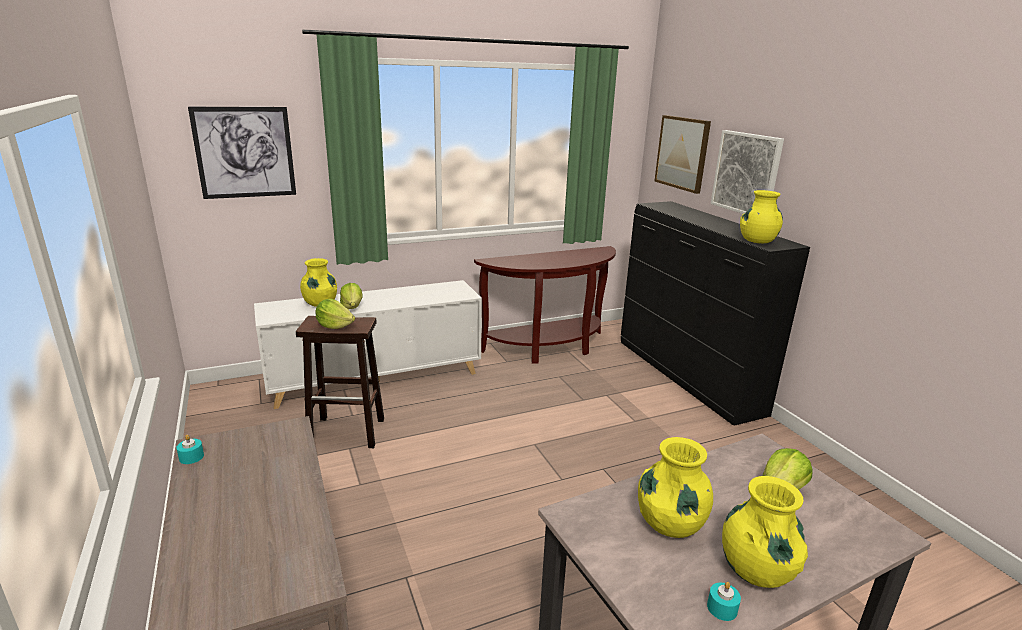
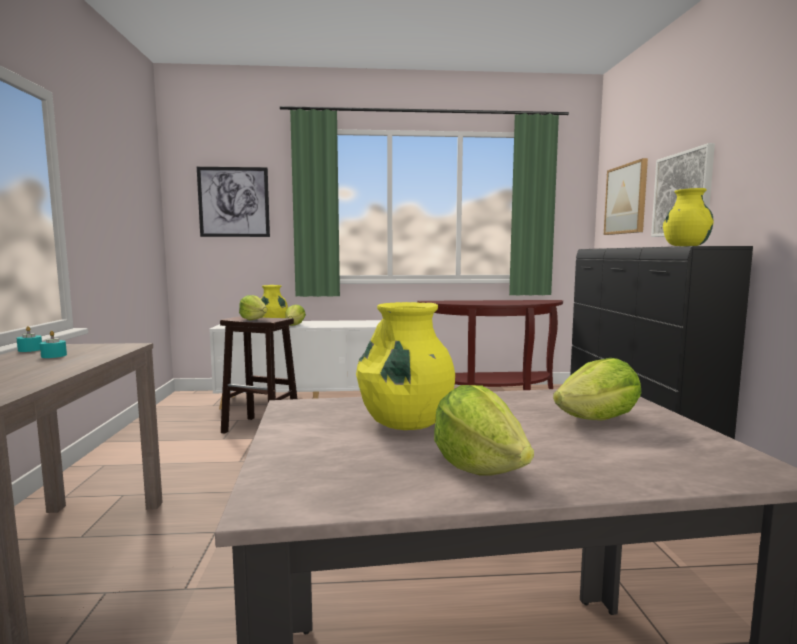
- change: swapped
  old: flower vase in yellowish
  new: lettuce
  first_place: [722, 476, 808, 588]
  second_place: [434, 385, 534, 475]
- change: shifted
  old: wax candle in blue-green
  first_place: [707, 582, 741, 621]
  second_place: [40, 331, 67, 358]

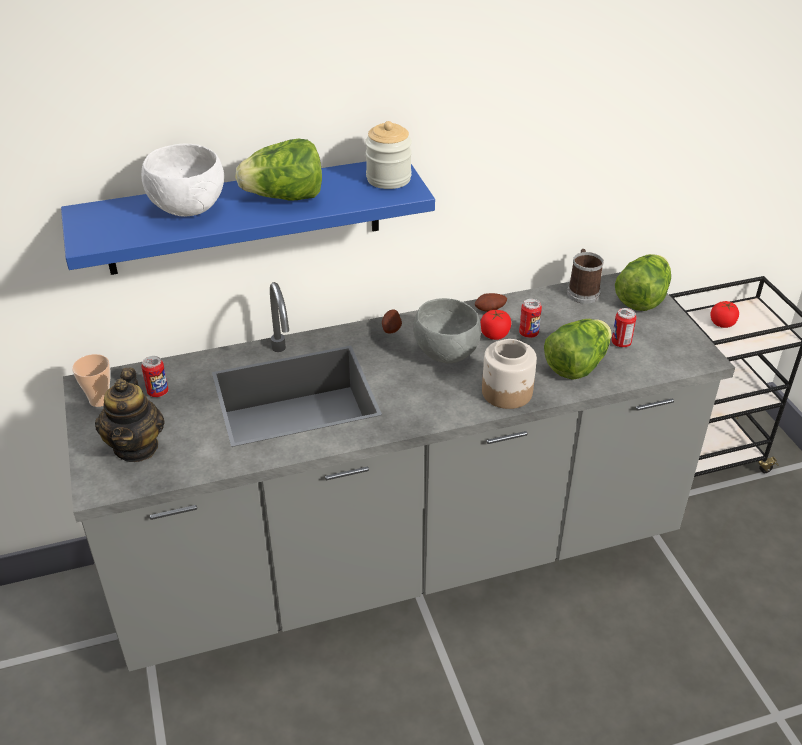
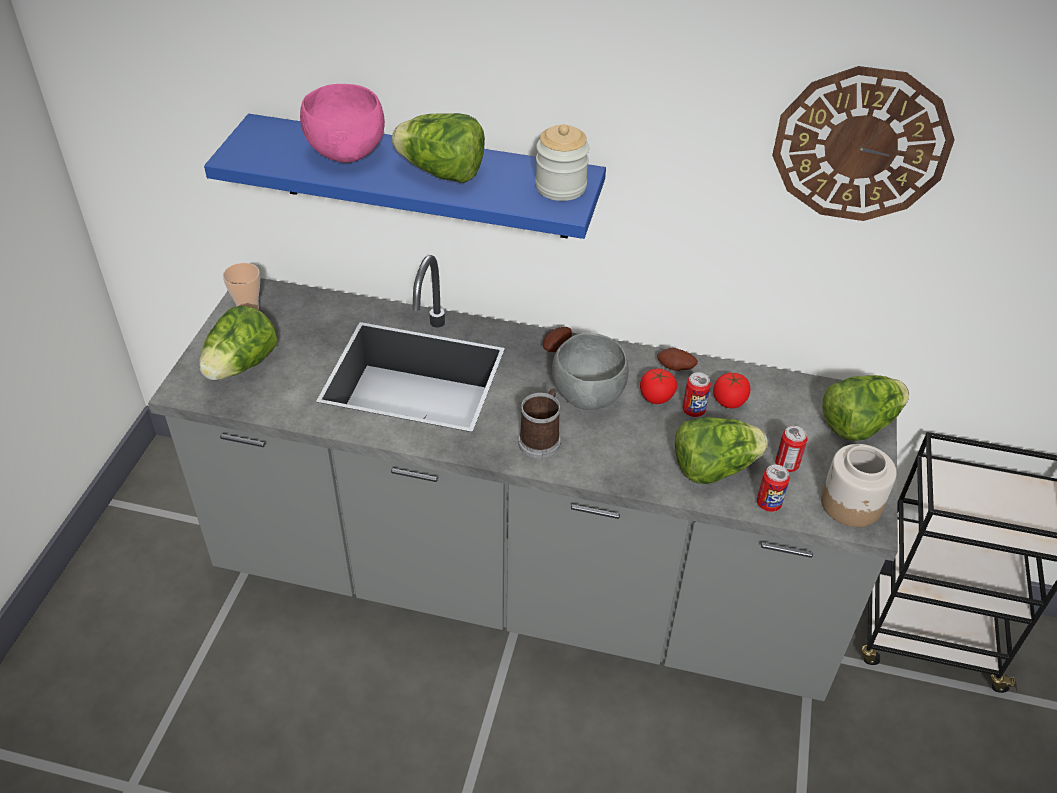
- change: repainted
  old: bowl in white-coloured
  new: bowl in pinkish
  first_place: [141, 144, 224, 217]
  second_place: [300, 84, 385, 163]
- change: shifted
  old: tea mug
  first_place: [567, 249, 604, 304]
  second_place: [518, 389, 561, 458]
- change: shifted
  old: tomato
  first_place: [711, 301, 739, 328]
  second_place: [713, 373, 750, 408]
- change: shifted
  old: preserve jar
  first_place: [482, 339, 537, 409]
  second_place: [821, 444, 897, 527]
- change: shifted
  old: sealed can
  first_place: [141, 356, 169, 397]
  second_place: [757, 465, 790, 512]
- change: swapped
  old: teapot
  new: lettuce
  first_place: [95, 368, 165, 462]
  second_place: [199, 306, 277, 380]
- change: new
  new: clock on the wall
  second_place: [772, 66, 954, 221]

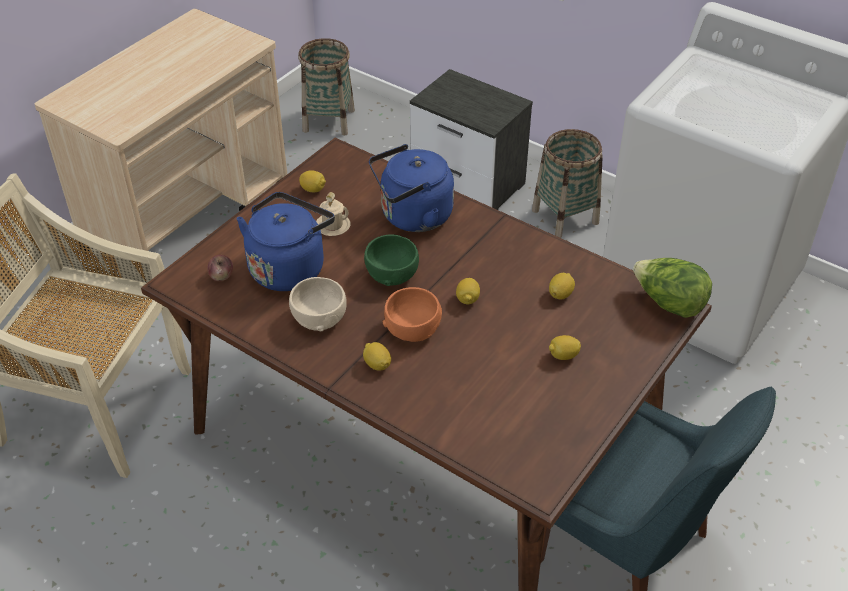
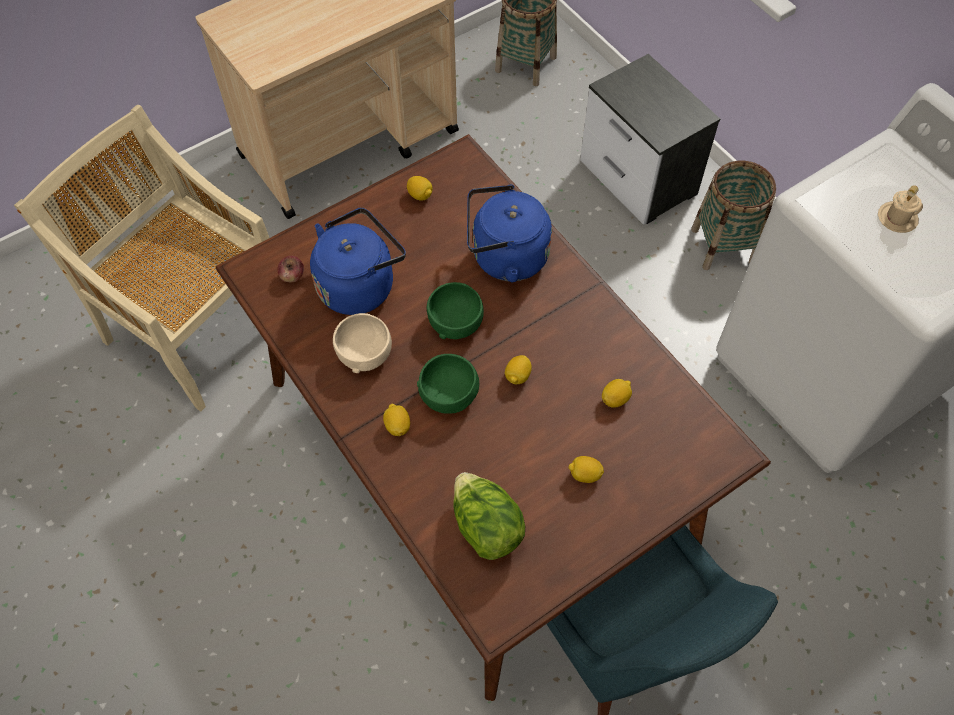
- change: shifted
  old: tea mug in beige-coloured
  first_place: [316, 192, 350, 236]
  second_place: [878, 185, 923, 233]
- change: shifted
  old: lettuce
  first_place: [633, 258, 712, 318]
  second_place: [453, 472, 525, 560]
- change: repainted
  old: bowl in orange
  new: bowl in green
  first_place: [383, 287, 442, 342]
  second_place: [417, 354, 479, 414]

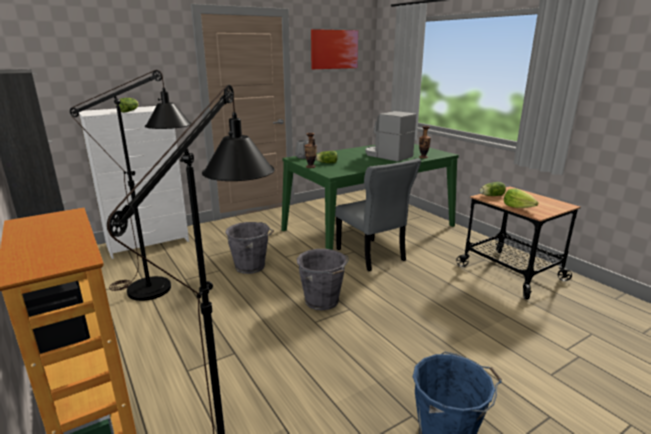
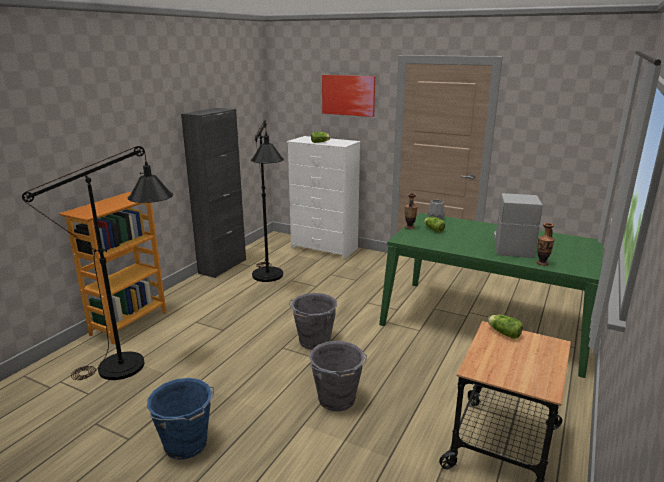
- change: shifted
  old: picture
  first_place: [311, 29, 358, 69]
  second_place: [322, 75, 375, 117]
- change: gone
  old: plain chair in greyish
  first_place: [335, 158, 421, 271]
- change: gone
  old: lettuce
  first_place: [504, 189, 539, 208]
- change: shifted
  old: pail in greyish
  first_place: [225, 222, 274, 274]
  second_place: [309, 341, 367, 411]

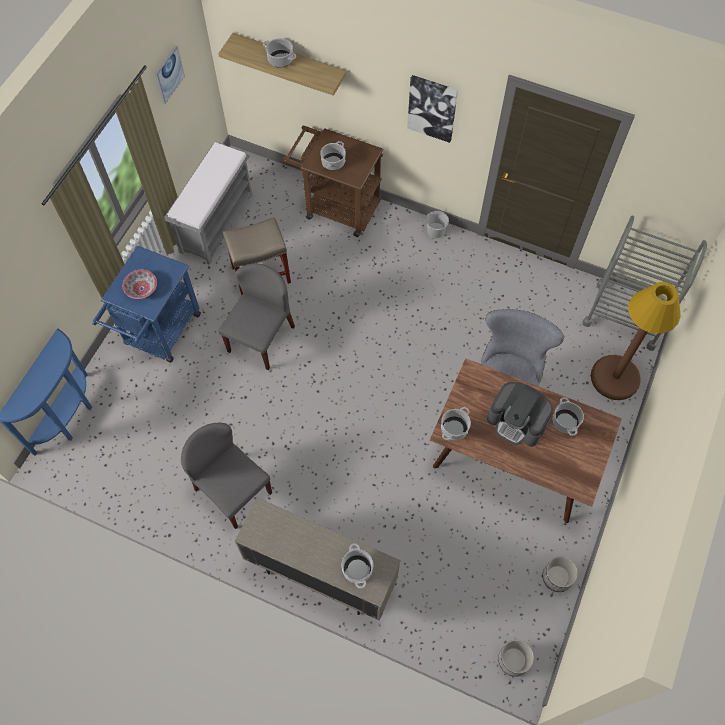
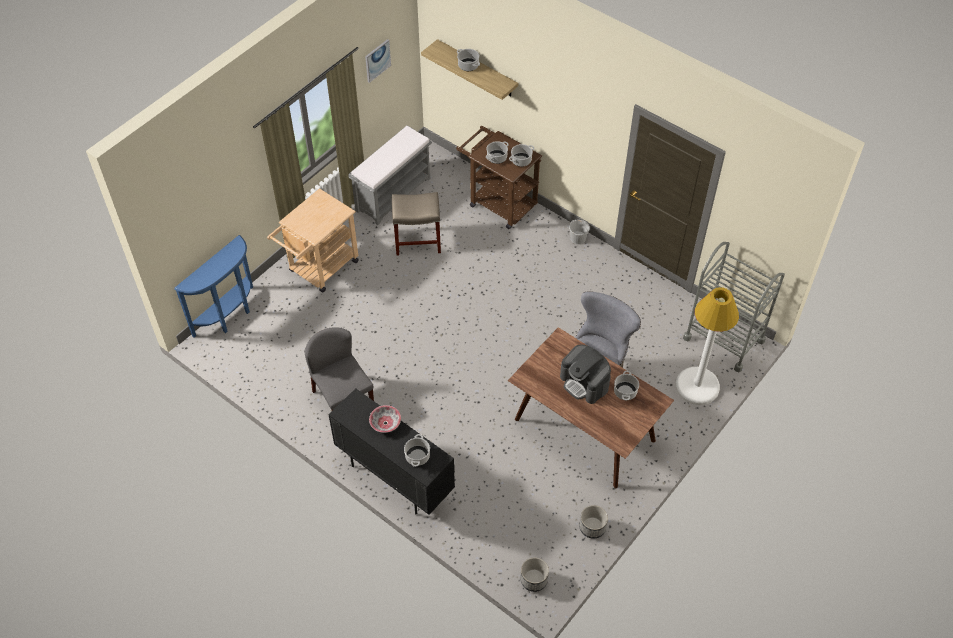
- change: gone
  old: picture
  first_place: [407, 75, 458, 143]
- change: repainted
  old: trolley in bluish
  new: trolley in beige-coloured
  first_place: [92, 246, 201, 363]
  second_place: [267, 188, 359, 293]
- change: gone
  old: plain chair in greyish
  first_place: [218, 264, 295, 370]
- change: shifted
  old: bowl
  first_place: [123, 270, 157, 299]
  second_place: [369, 405, 401, 433]
- change: repainted
  old: standing lamp in brown-coloured
  new: standing lamp in white-coloured
  first_place: [591, 282, 680, 400]
  second_place: [675, 287, 739, 405]
- change: shifted
  old: cooking pot
  first_place: [441, 407, 471, 440]
  second_place: [509, 144, 534, 167]
- change: repainted
  old: cabinet in beige-coloured
  new: cabinet in blackish
  first_place: [235, 498, 401, 621]
  second_place: [328, 388, 455, 515]

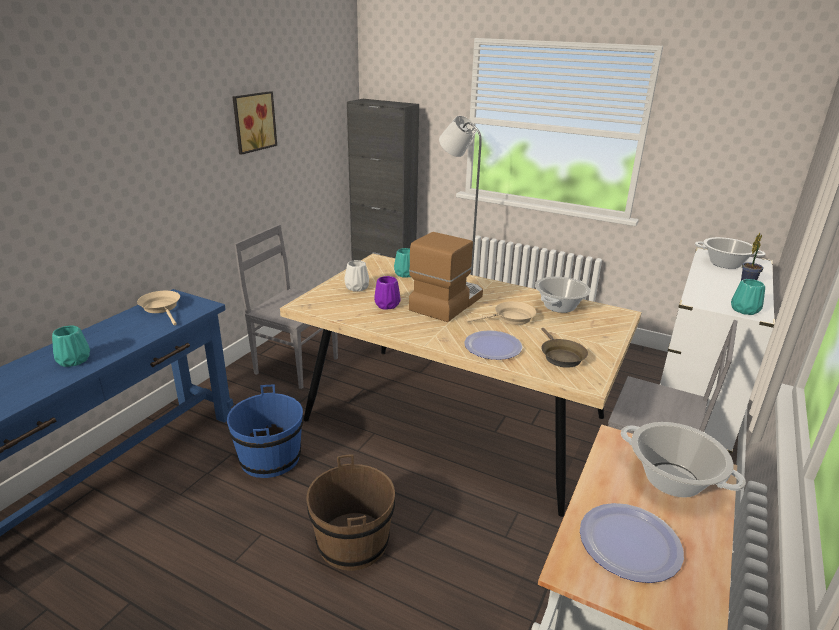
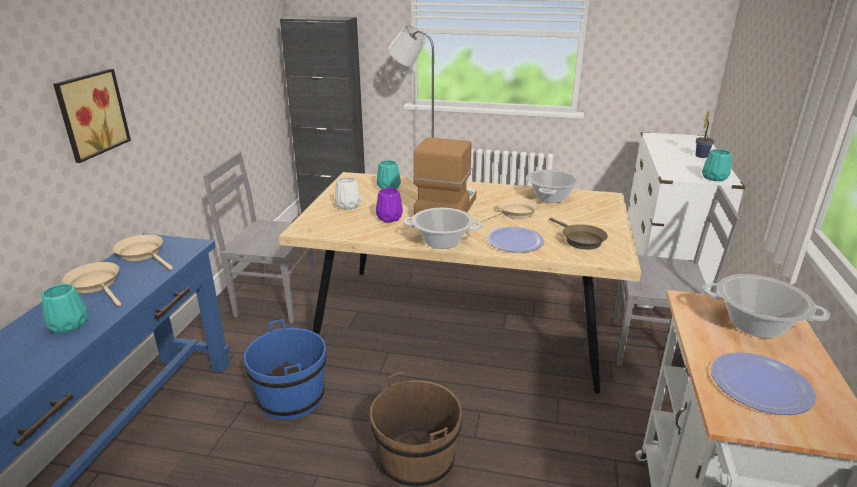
- change: shifted
  old: picture
  first_place: [233, 91, 277, 155]
  second_place: [53, 69, 131, 163]
- change: shifted
  old: cooking pot
  first_place: [695, 237, 765, 269]
  second_place: [403, 208, 482, 249]
- change: new
  new: skillet in beige-coloured
  second_place: [63, 262, 121, 306]

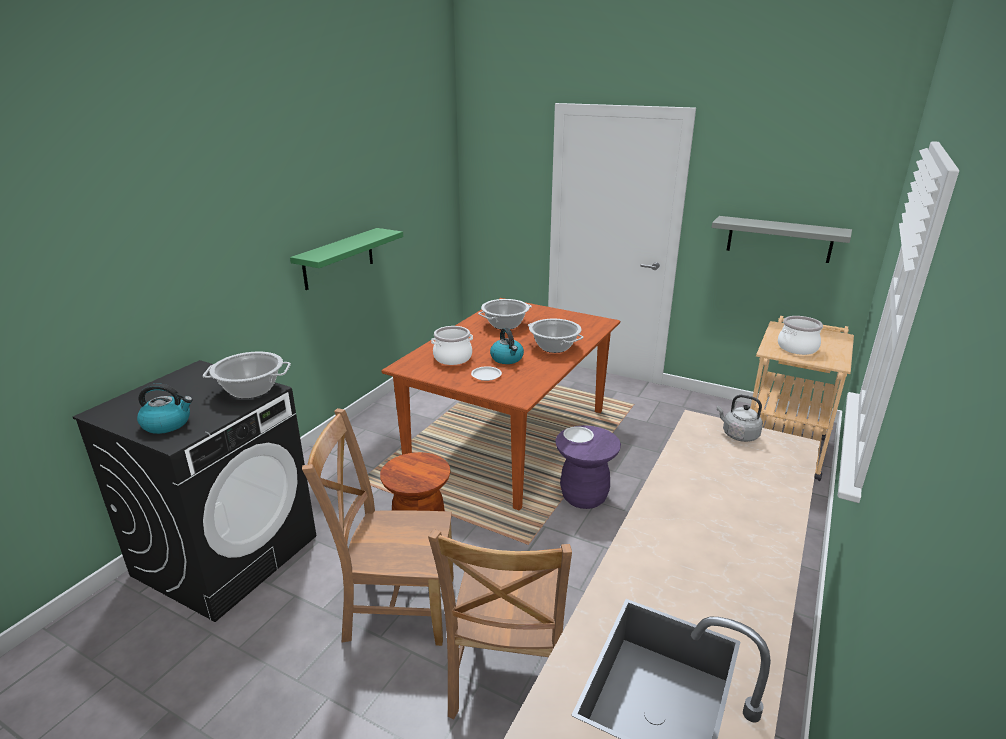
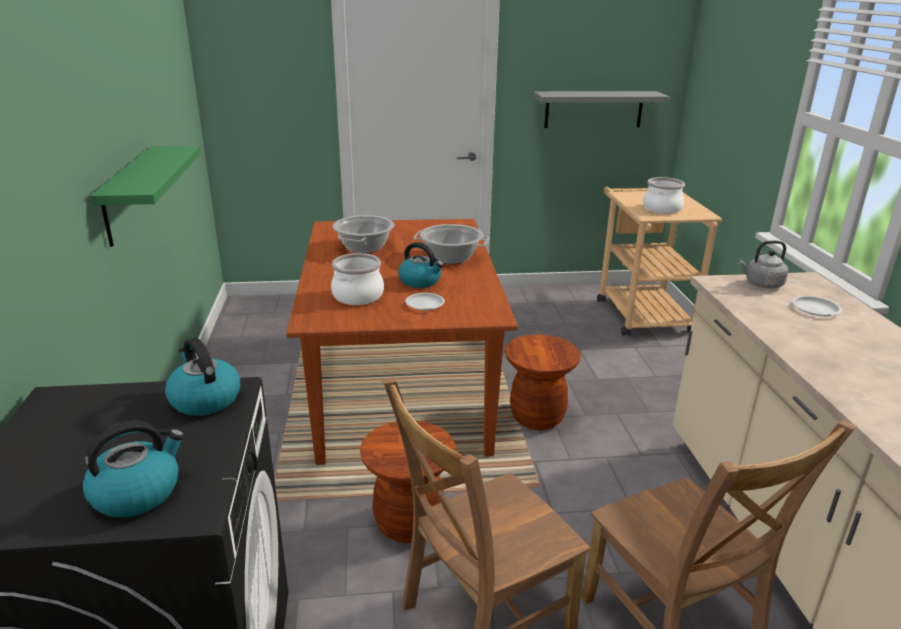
- change: swapped
  old: cooking pot
  new: water kettle
  first_place: [203, 352, 291, 399]
  second_place: [165, 337, 240, 416]
- change: repainted
  old: stool in purple-coloured
  new: stool in brown-coloured
  first_place: [555, 425, 621, 509]
  second_place: [505, 334, 581, 430]
- change: shifted
  old: flat dish in white-coloured
  first_place: [563, 426, 594, 443]
  second_place: [792, 296, 842, 316]

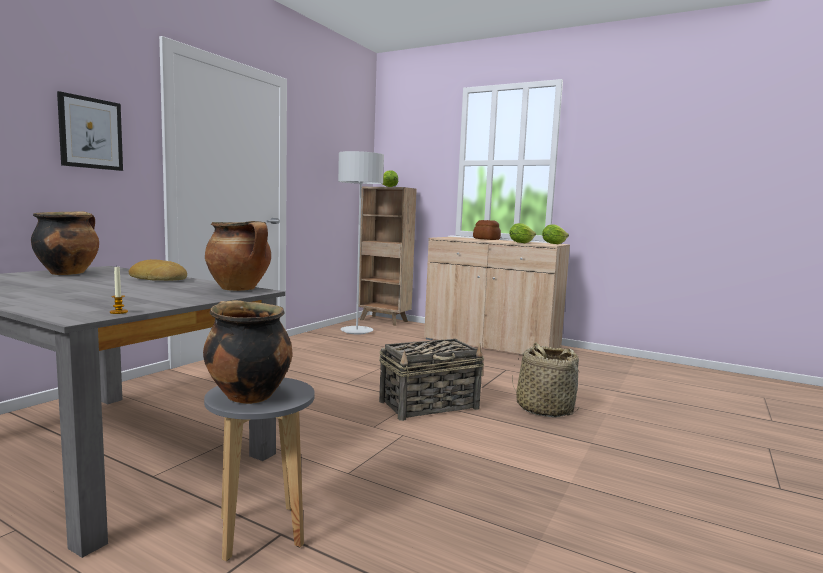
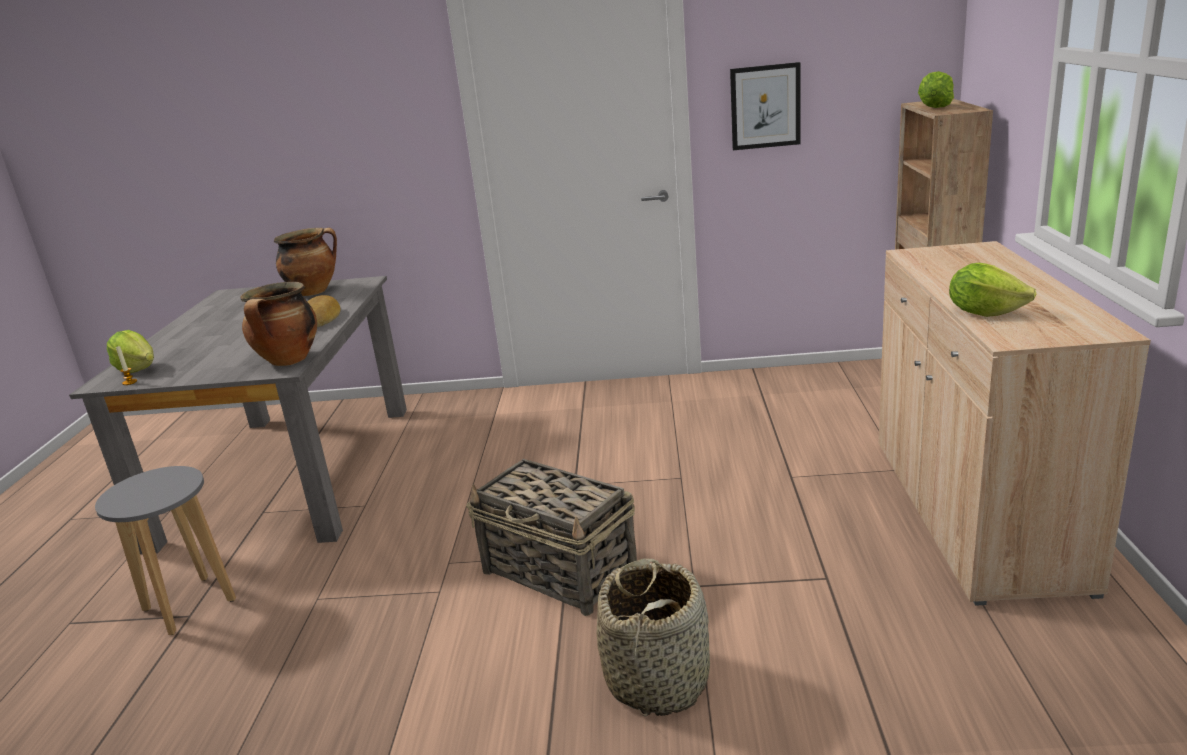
- change: shifted
  old: picture
  first_place: [57, 91, 123, 171]
  second_place: [730, 62, 801, 150]
- change: gone
  old: standing lamp in greyish
  first_place: [338, 151, 384, 334]
- change: gone
  old: bakery bread
  first_place: [473, 220, 501, 240]
- change: shifted
  old: lettuce
  first_place: [542, 224, 569, 244]
  second_place: [107, 330, 154, 373]
- change: gone
  old: cooking pot
  first_place: [203, 300, 293, 404]

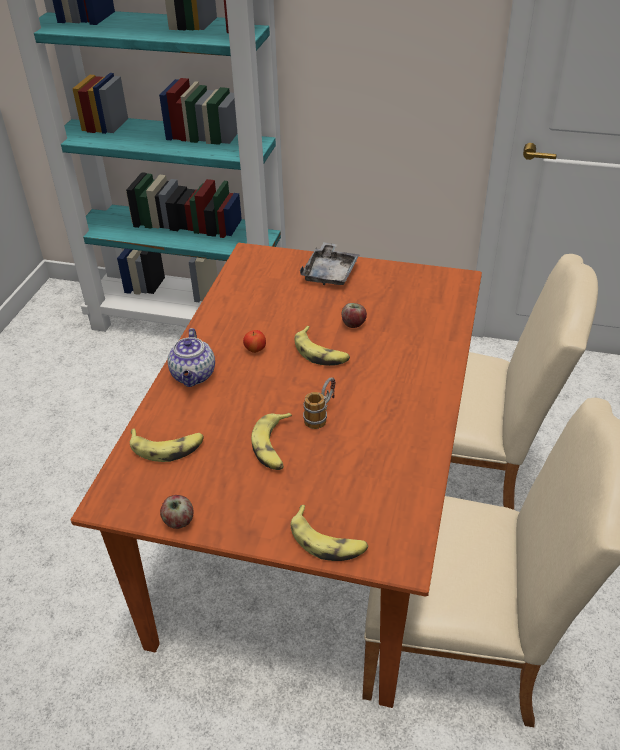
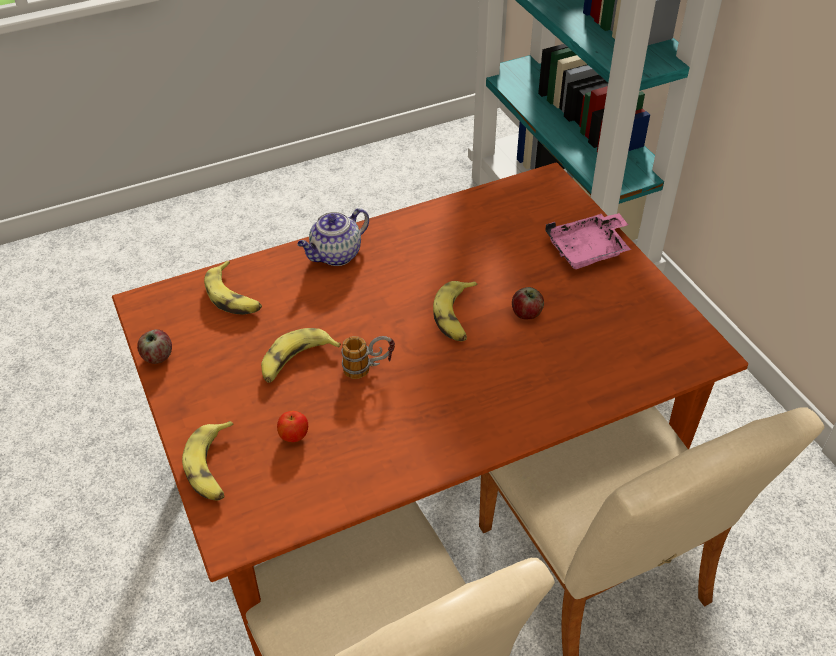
- change: repainted
  old: carrying tray in greyish
  new: carrying tray in pinkish
  first_place: [300, 242, 360, 285]
  second_place: [545, 213, 631, 269]
- change: shifted
  old: apple fruit
  first_place: [243, 330, 266, 353]
  second_place: [277, 411, 308, 442]

